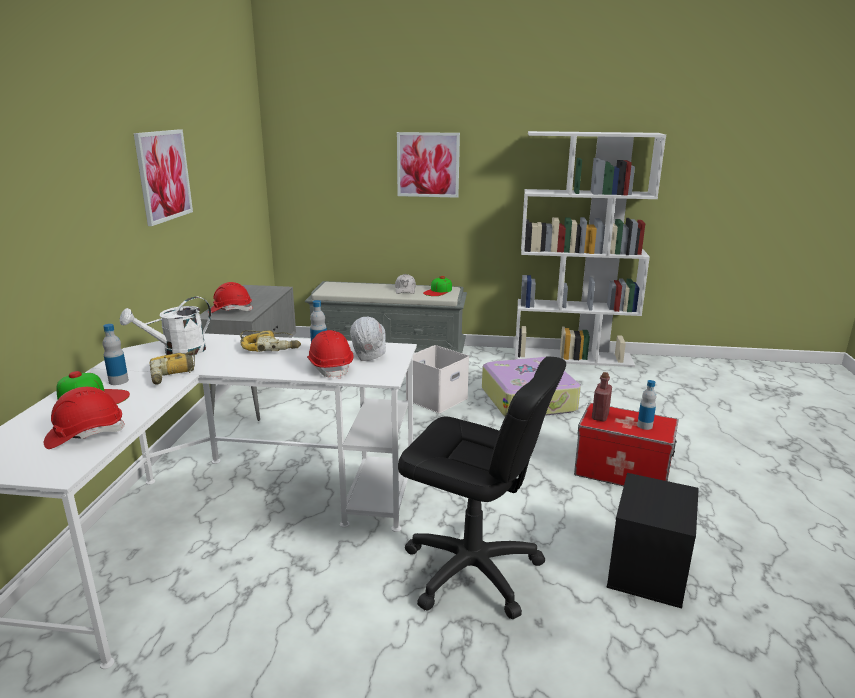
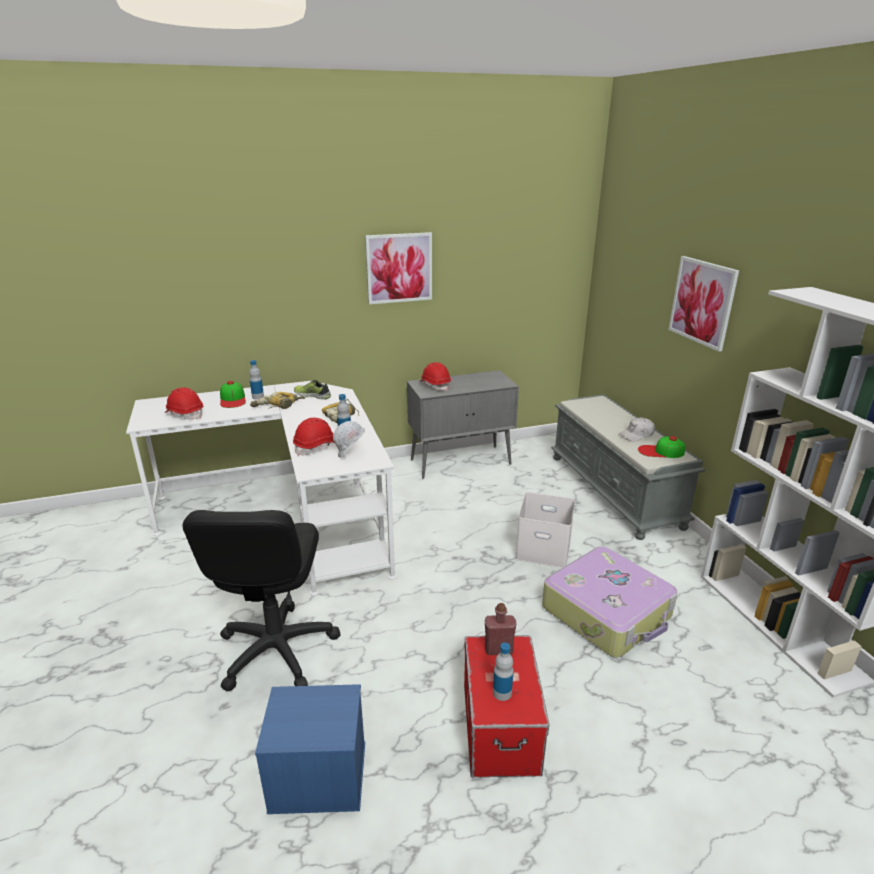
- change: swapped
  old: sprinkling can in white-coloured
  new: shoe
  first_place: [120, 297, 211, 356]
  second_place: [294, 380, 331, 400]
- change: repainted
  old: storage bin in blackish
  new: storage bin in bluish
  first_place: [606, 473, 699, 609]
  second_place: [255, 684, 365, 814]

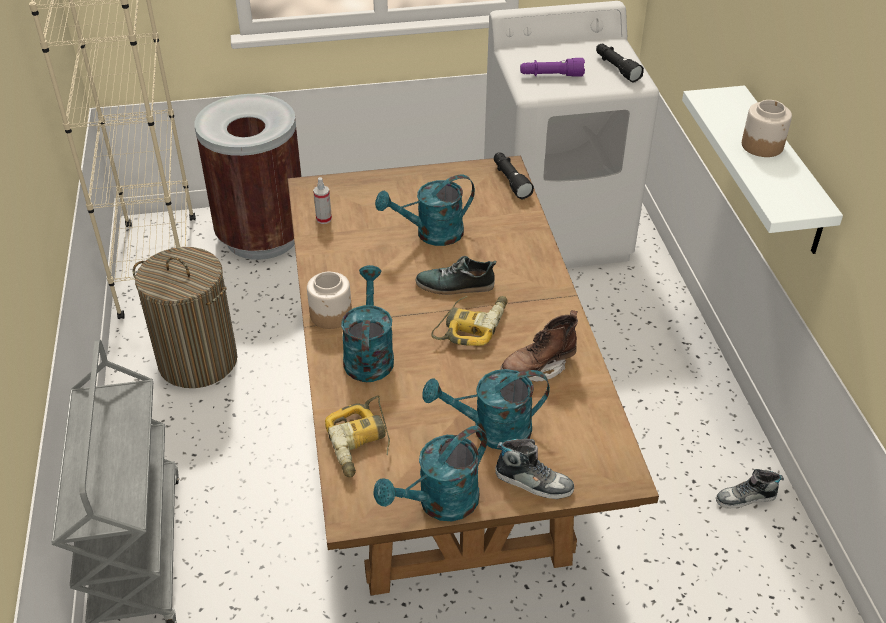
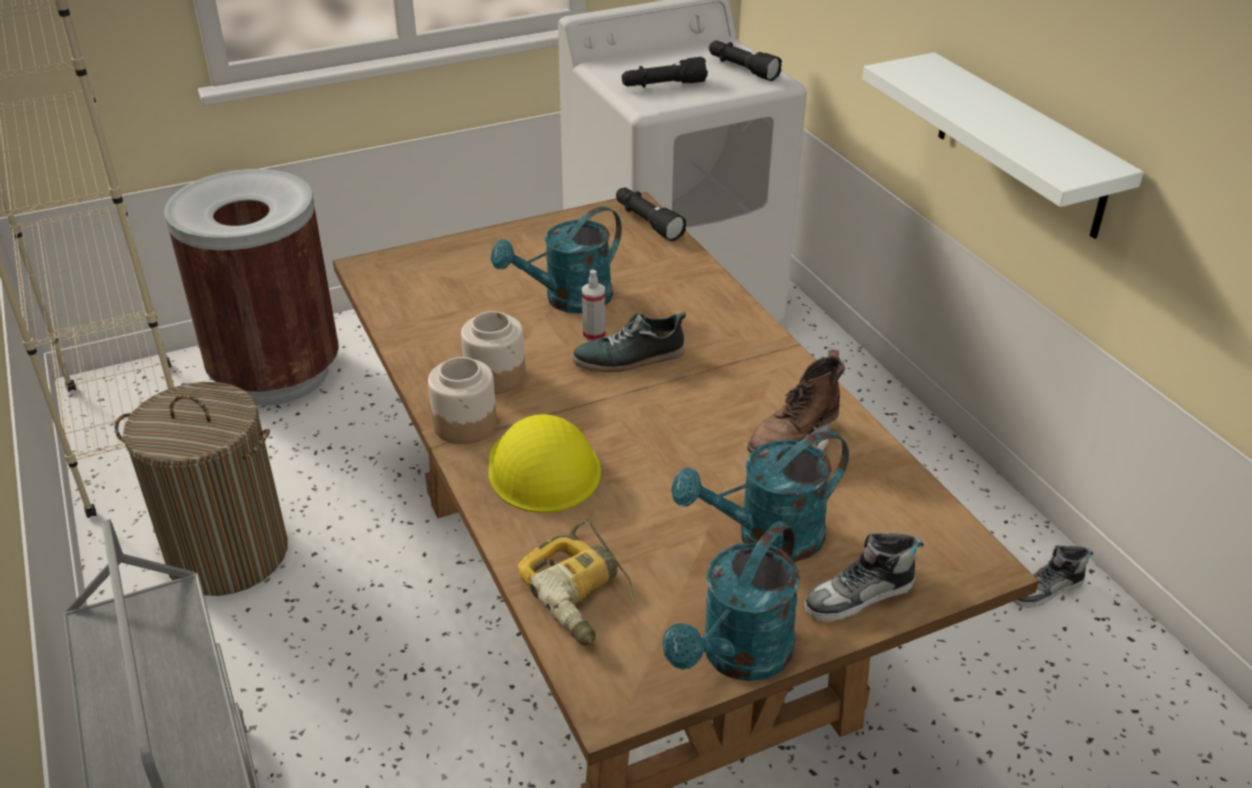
- change: repainted
  old: flashlight in purple-coloured
  new: flashlight in blackish
  first_place: [520, 58, 585, 77]
  second_place: [622, 57, 708, 88]
- change: shifted
  old: preserve jar
  first_place: [742, 100, 792, 157]
  second_place: [461, 311, 526, 394]
- change: shifted
  old: sprayer
  first_place: [313, 177, 332, 224]
  second_place: [582, 269, 606, 342]
- change: swapped
  old: sprinkling can in blue-green
  new: safety helmet in yellowish
  first_place: [341, 265, 394, 382]
  second_place: [488, 414, 601, 513]
- change: gone
  old: power drill
  first_place: [431, 296, 508, 346]
- change: rotated
  old: shoe
  first_place: [495, 438, 574, 499]
  second_place: [803, 532, 924, 622]
  degrees: 150

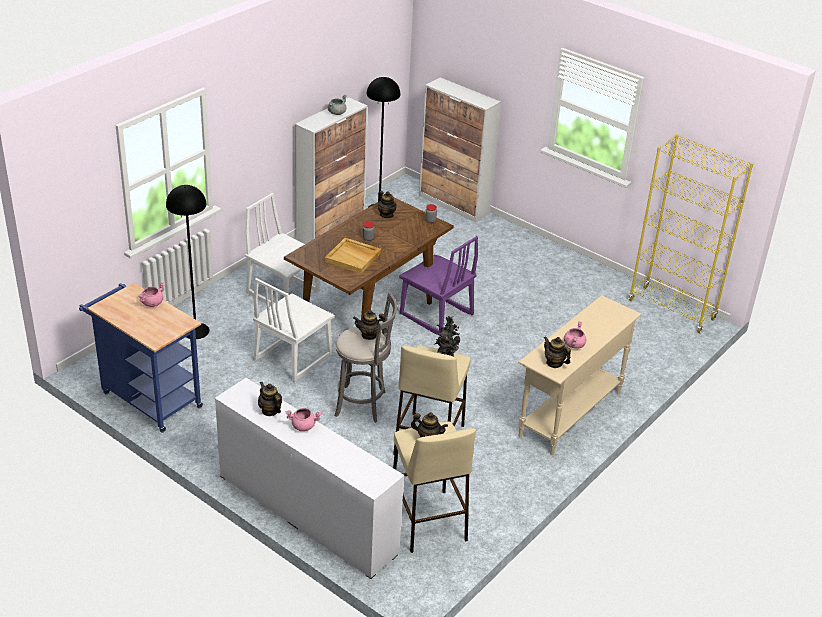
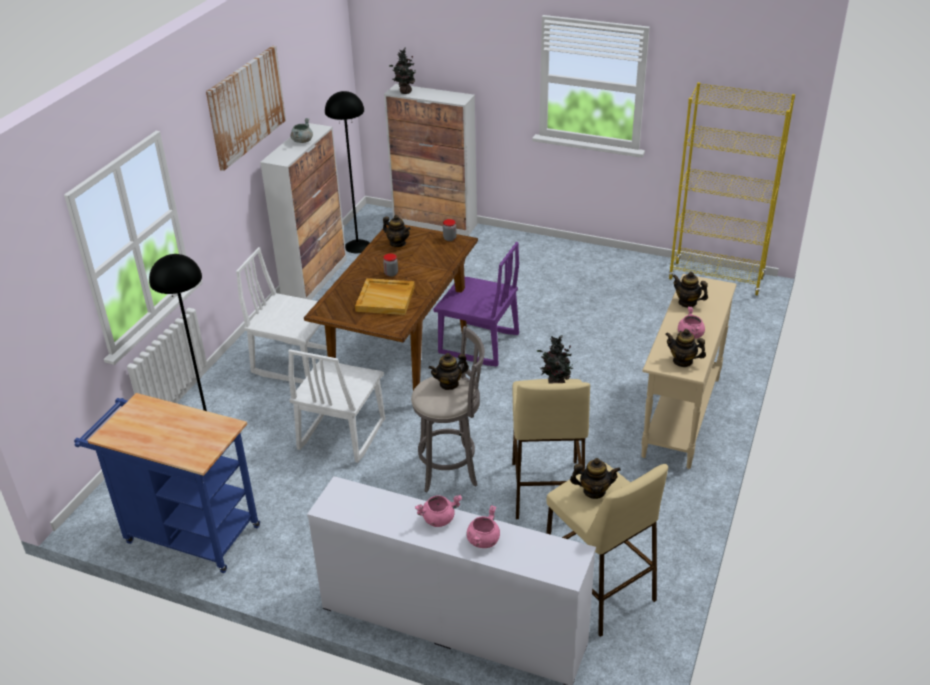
- change: shifted
  old: cooking pot in pinkish
  first_place: [138, 282, 165, 307]
  second_place: [467, 505, 500, 548]
- change: shifted
  old: teapot
  first_place: [258, 382, 282, 416]
  second_place: [673, 272, 708, 308]
- change: new
  new: picture
  second_place: [206, 46, 286, 171]
- change: new
  new: houseplant
  second_place: [389, 47, 416, 94]

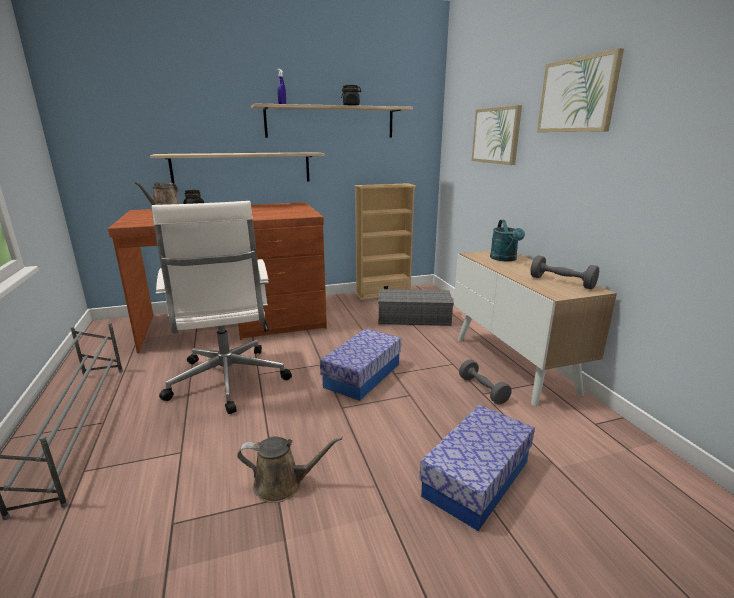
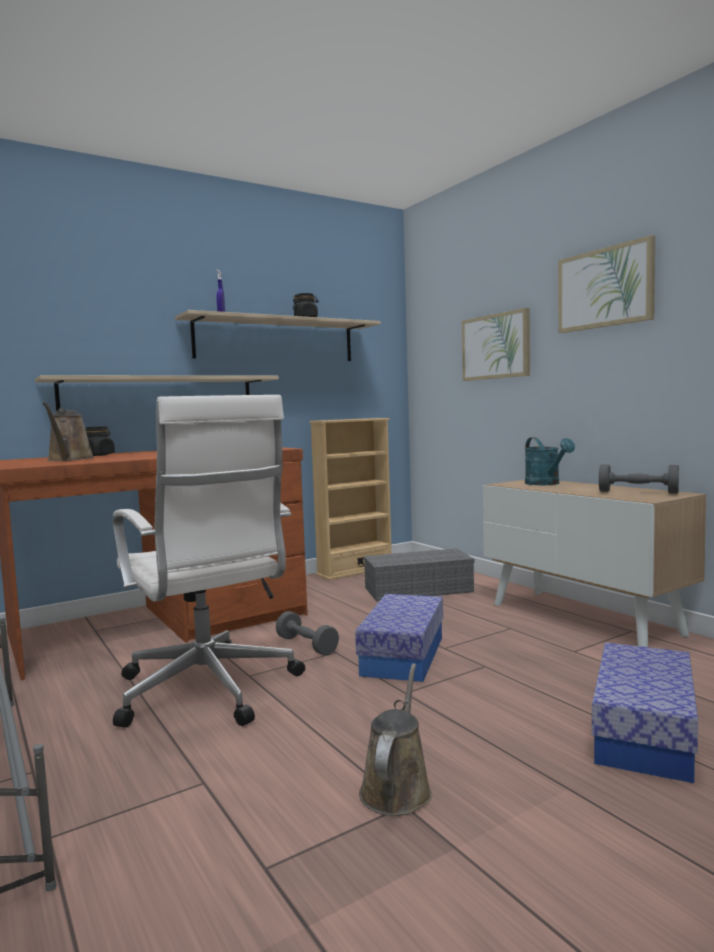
- change: shifted
  old: free weight in greyish
  first_place: [459, 360, 512, 405]
  second_place: [276, 611, 339, 656]
- change: rotated
  old: sprinkling can in brown-coloured
  first_place: [237, 436, 343, 503]
  second_place: [359, 663, 432, 816]
  degrees: -60

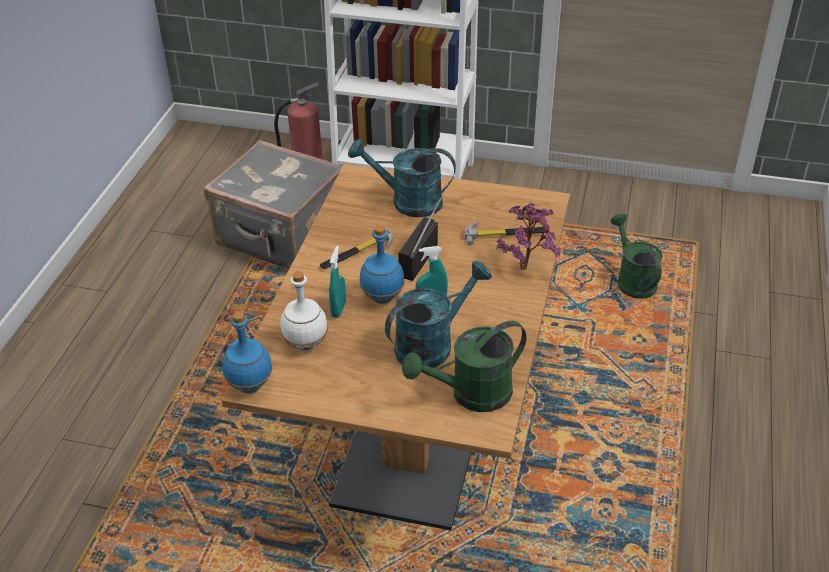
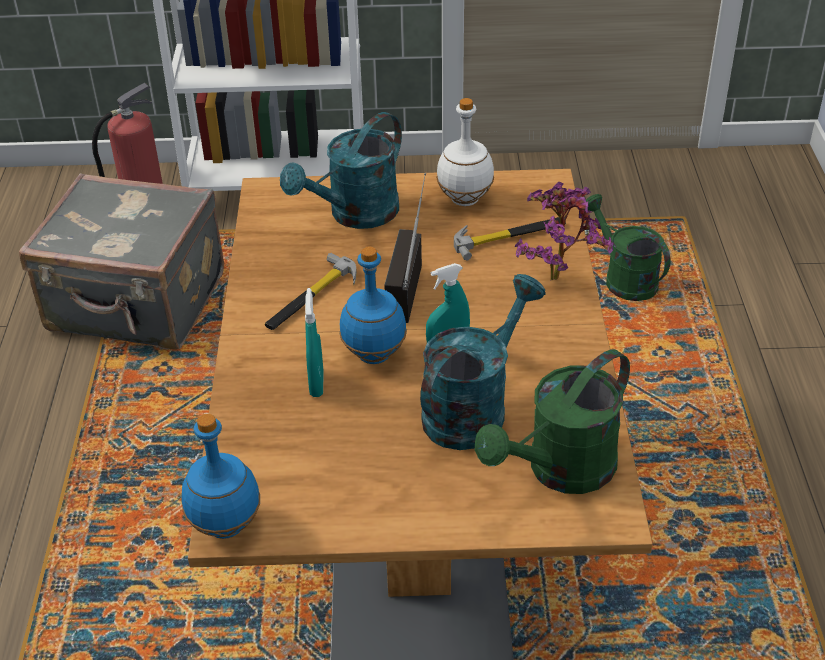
- change: rotated
  old: sprinkling can in blue-green
  first_place: [348, 139, 456, 217]
  second_place: [280, 112, 402, 229]
  degrees: -45
- change: shifted
  old: beverage bottle in white-coloured
  first_place: [280, 271, 328, 351]
  second_place: [436, 98, 494, 206]

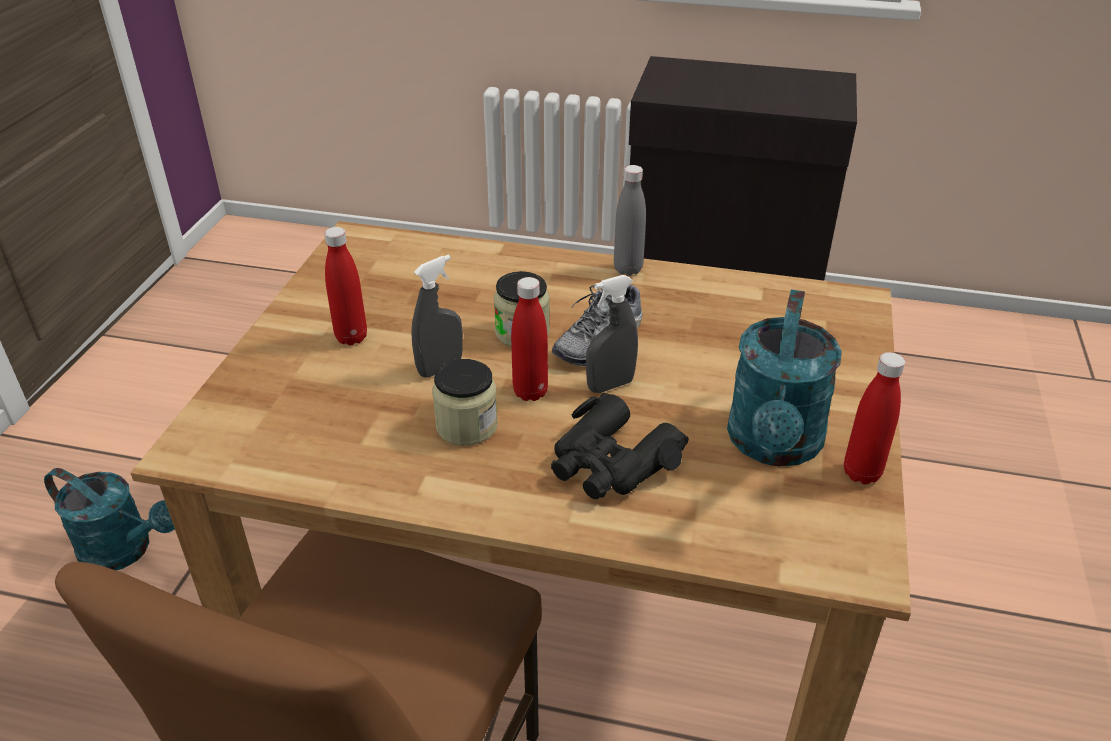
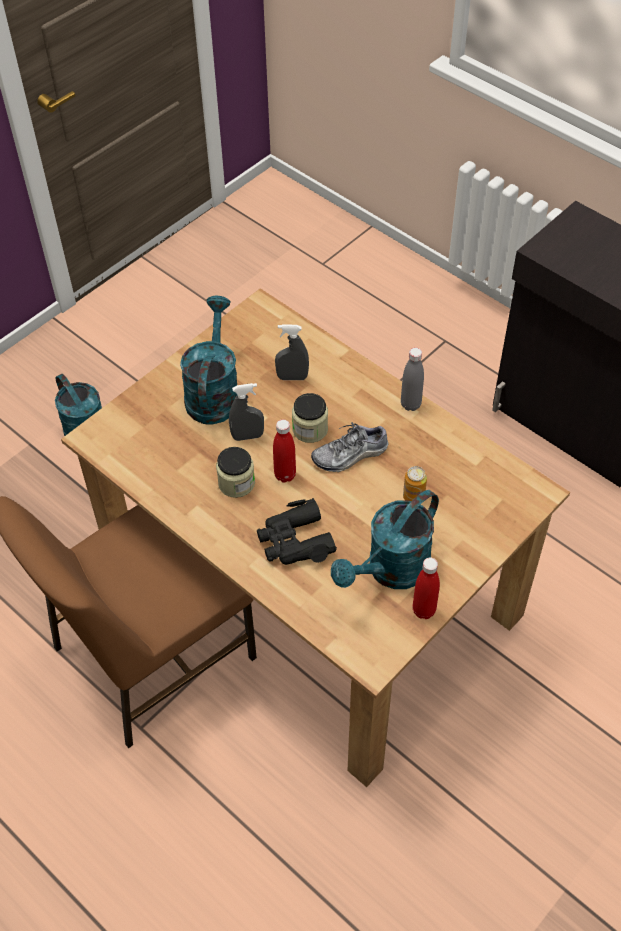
- change: swapped
  old: beverage bottle in reddish
  new: sprinkling can in blue-green
  first_place: [324, 227, 367, 345]
  second_place: [180, 296, 238, 425]
- change: shifted
  old: sprayer in greyish
  first_place: [586, 275, 638, 393]
  second_place: [275, 324, 309, 380]
- change: new
  new: sealed can
  second_place: [403, 466, 427, 501]

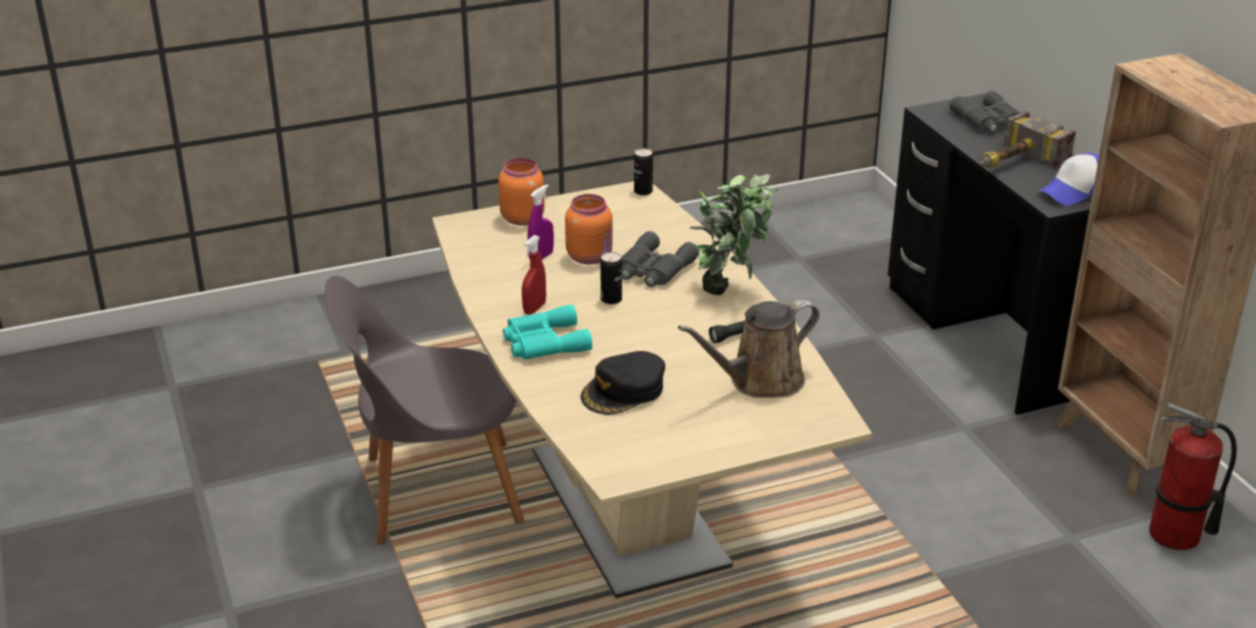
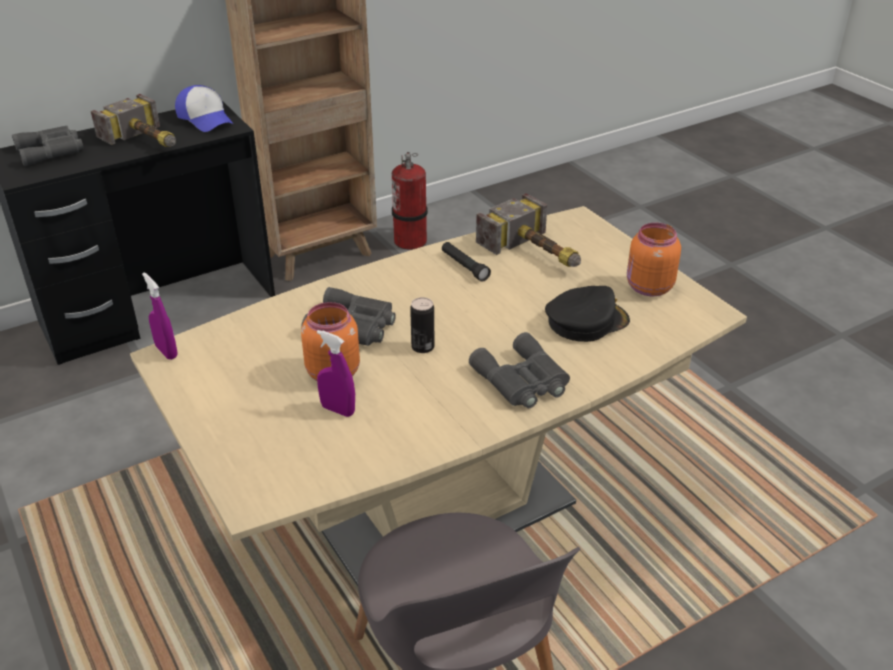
- change: swapped
  old: sealed can
  new: sprayer in purple-coloured
  first_place: [634, 148, 653, 195]
  second_place: [142, 272, 178, 360]
- change: shifted
  old: preserve jar in orange
  first_place: [498, 158, 545, 226]
  second_place: [627, 223, 681, 296]
- change: gone
  old: houseplant
  first_place: [690, 174, 779, 295]
- change: gone
  old: sprayer in reddish
  first_place: [522, 235, 546, 315]
- change: swapped
  old: sprinkling can in brown-coloured
  new: hammer
  first_place: [678, 300, 819, 398]
  second_place: [476, 193, 581, 267]
- change: repainted
  old: binoculars in blue-green
  new: binoculars in greyish
  first_place: [503, 305, 592, 360]
  second_place: [469, 332, 570, 408]
- change: rotated
  old: peaked cap in blackish
  first_place: [581, 351, 665, 415]
  second_place: [545, 286, 630, 342]
  degrees: -60

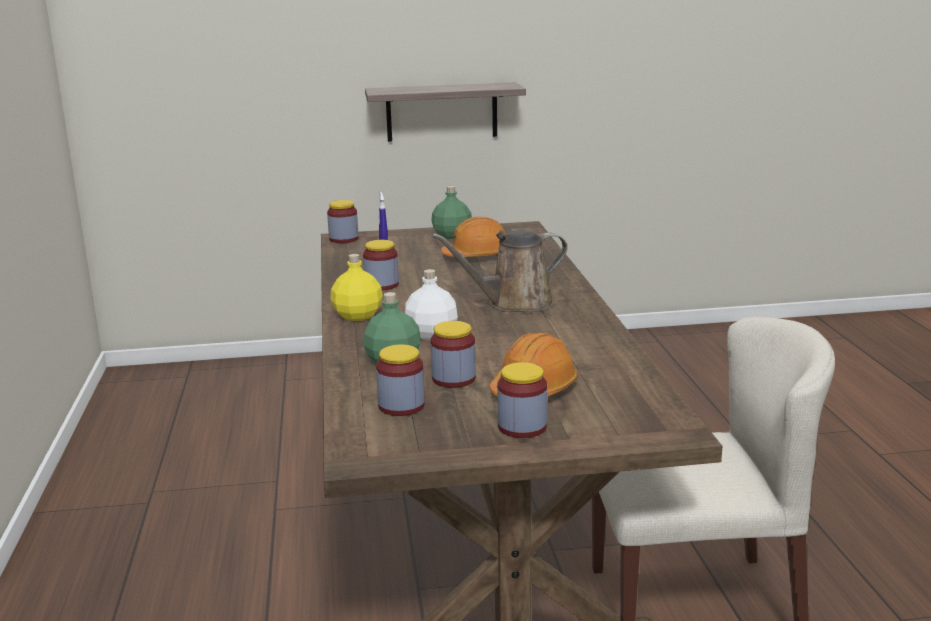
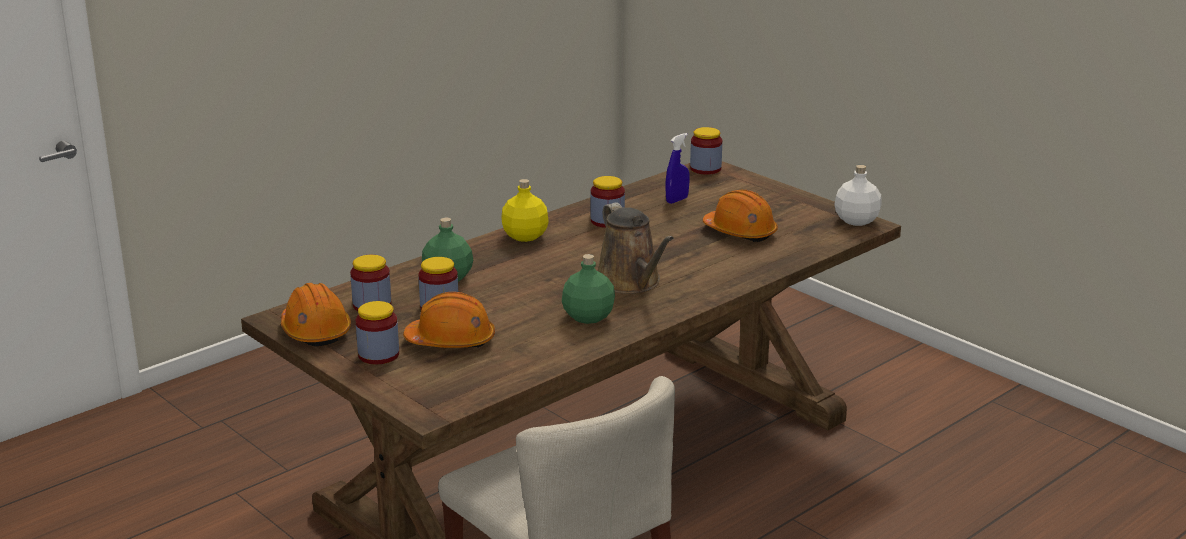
- change: gone
  old: bracket shelf
  first_place: [365, 82, 526, 142]
- change: shifted
  old: beverage bottle in green
  first_place: [432, 186, 472, 239]
  second_place: [562, 254, 615, 324]
- change: rotated
  old: sprinkling can in brown-coloured
  first_place: [432, 230, 567, 312]
  second_place: [598, 202, 674, 294]
  degrees: -150
- change: shifted
  old: beverage bottle in white-coloured
  first_place: [405, 269, 458, 340]
  second_place: [834, 165, 882, 226]
- change: new
  new: safety helmet in orange
  second_place: [281, 283, 351, 346]

